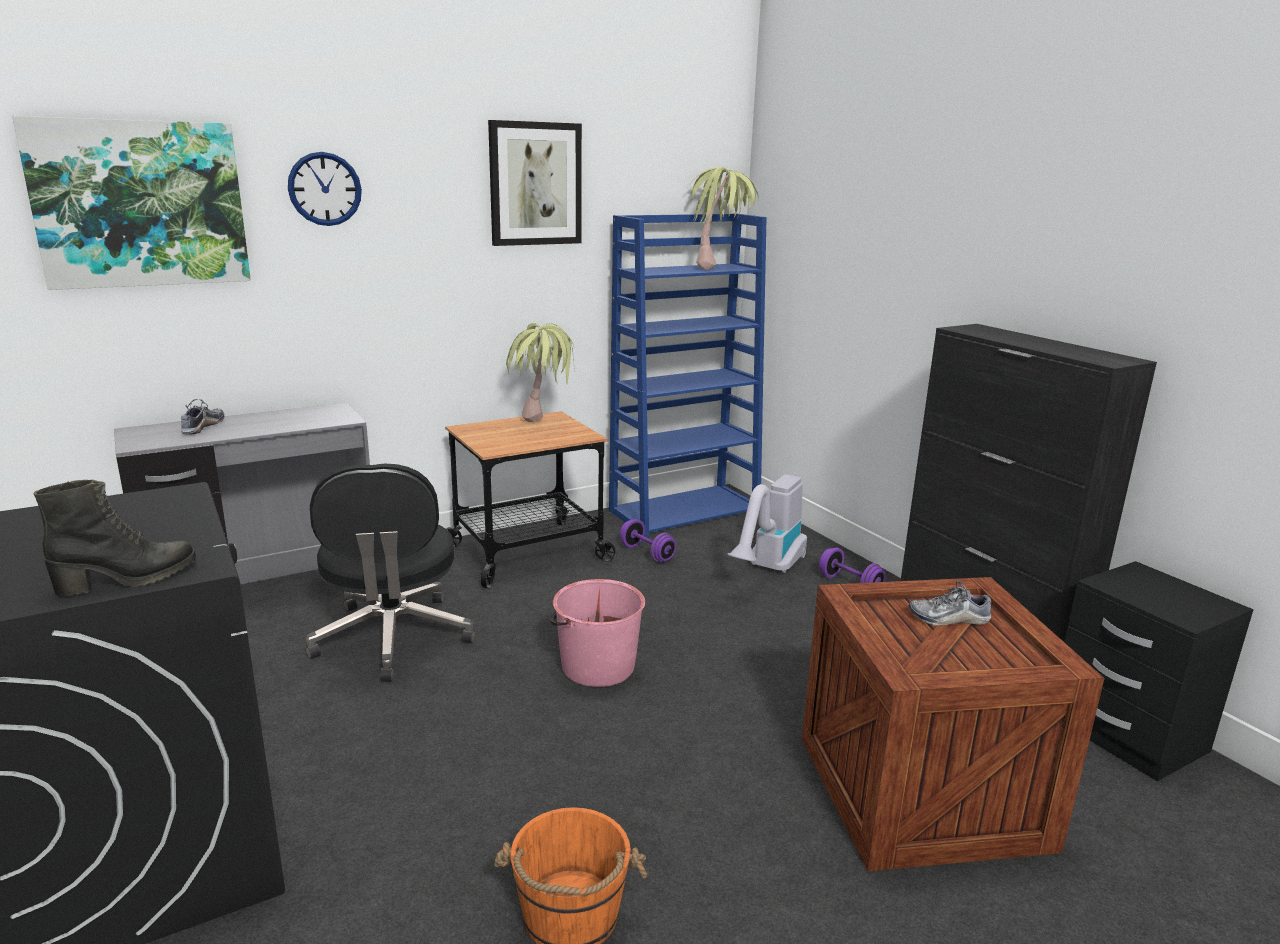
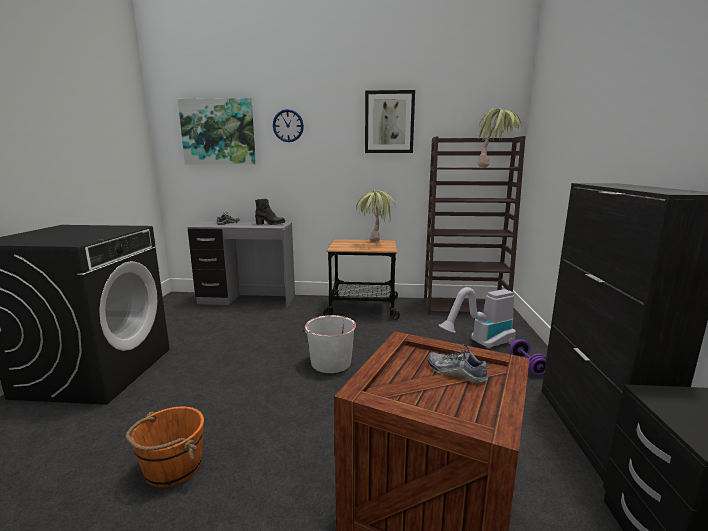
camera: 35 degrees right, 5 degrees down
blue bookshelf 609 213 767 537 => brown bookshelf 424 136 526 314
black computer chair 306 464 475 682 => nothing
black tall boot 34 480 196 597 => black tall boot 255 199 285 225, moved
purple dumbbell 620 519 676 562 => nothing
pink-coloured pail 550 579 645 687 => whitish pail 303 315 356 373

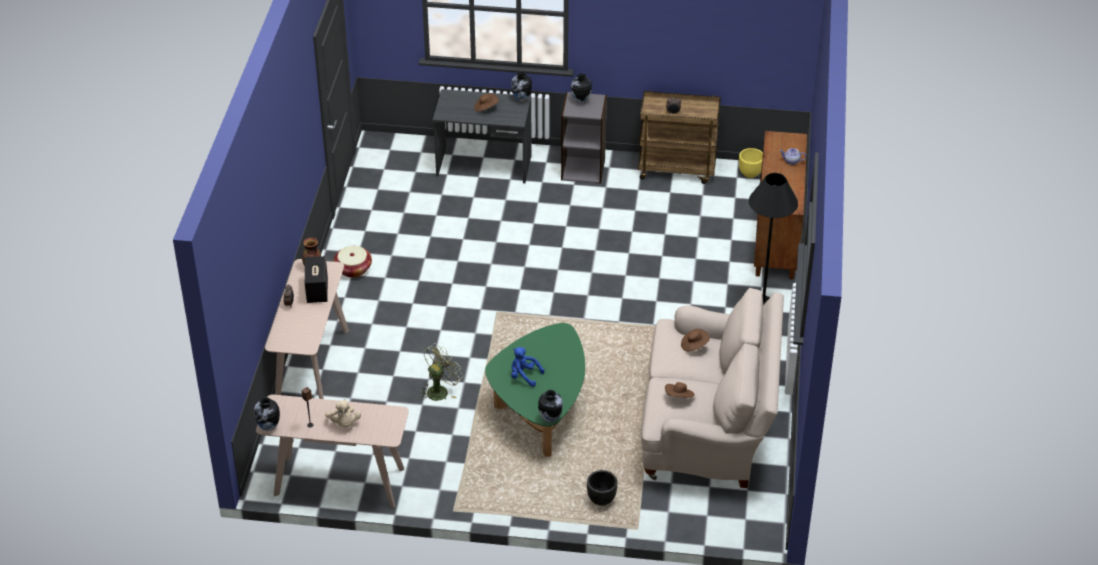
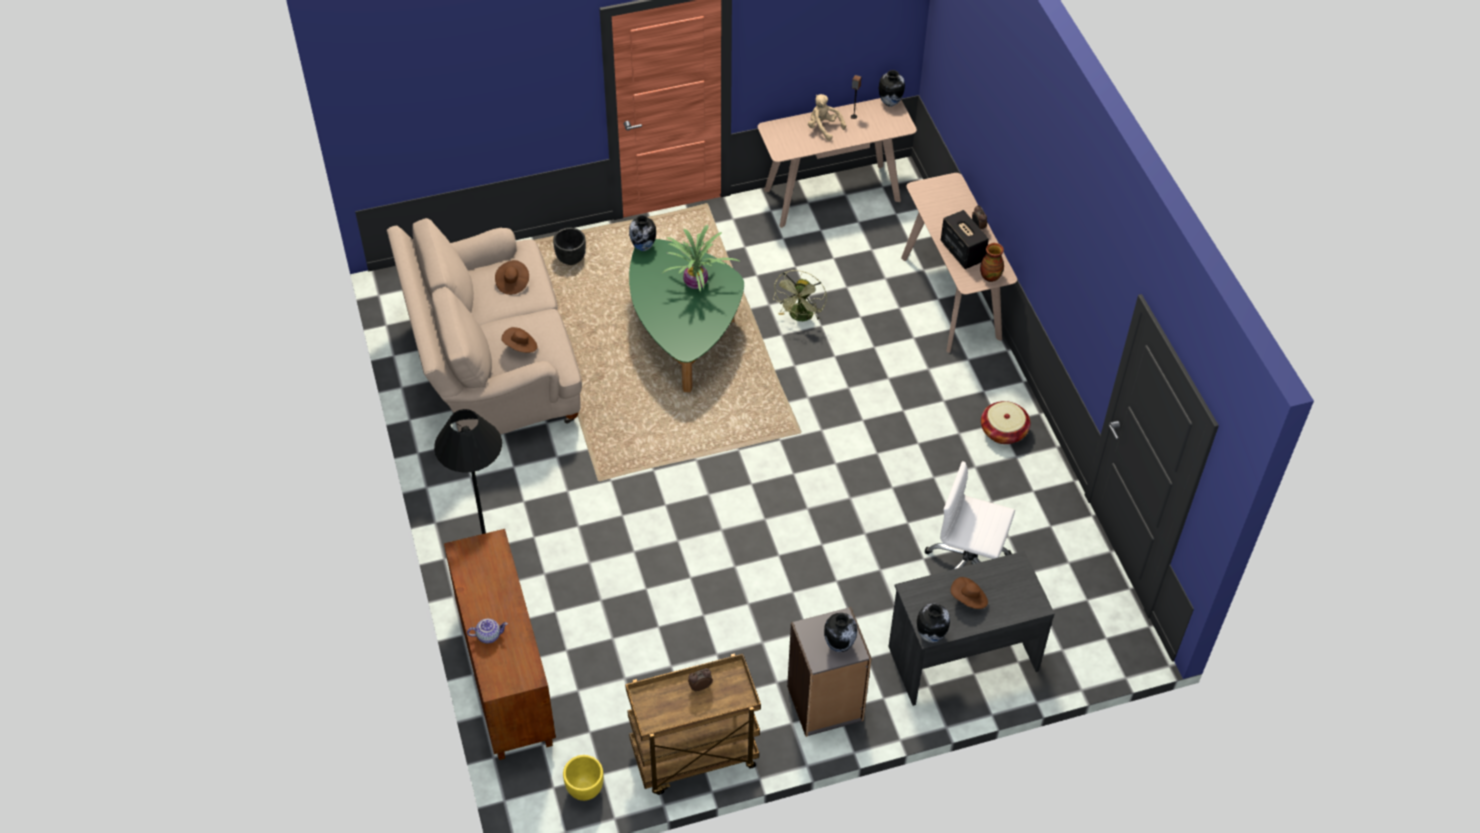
camera: 155 degrees right, 10 degrees up
blue plush toy 511 347 544 387 => houseplant 662 225 741 293
nothing => whitish computer chair 925 461 1015 569

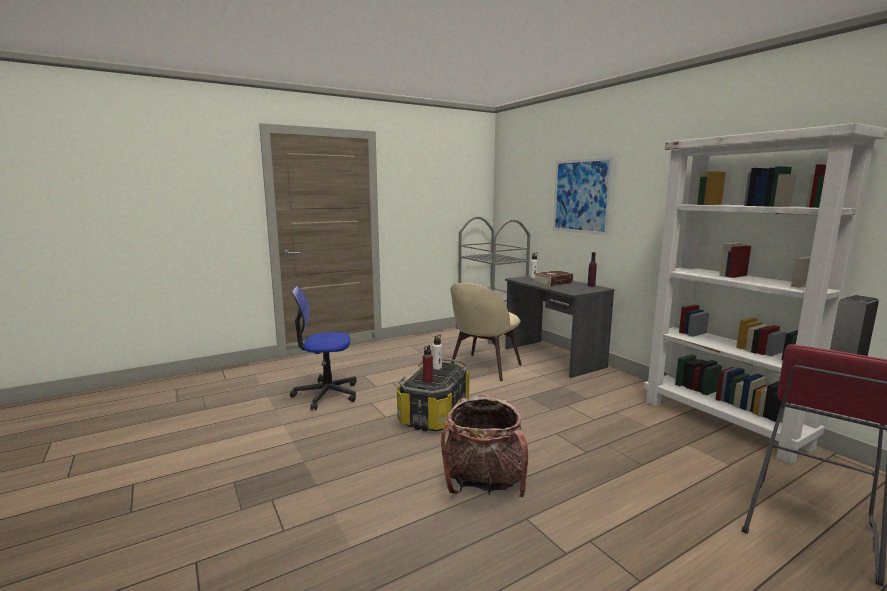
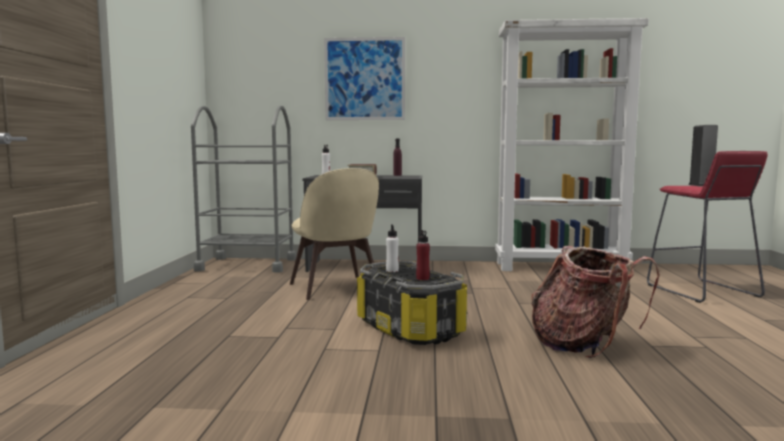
camera: 55 degrees left, 5 degrees down
computer chair 290 286 357 410 => nothing

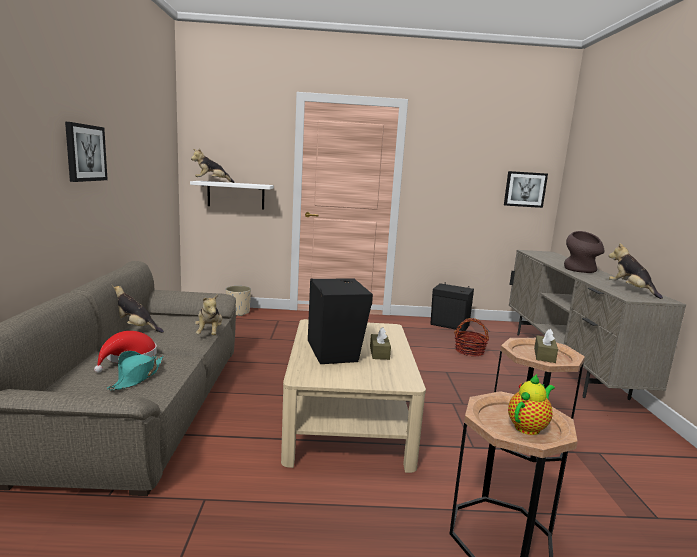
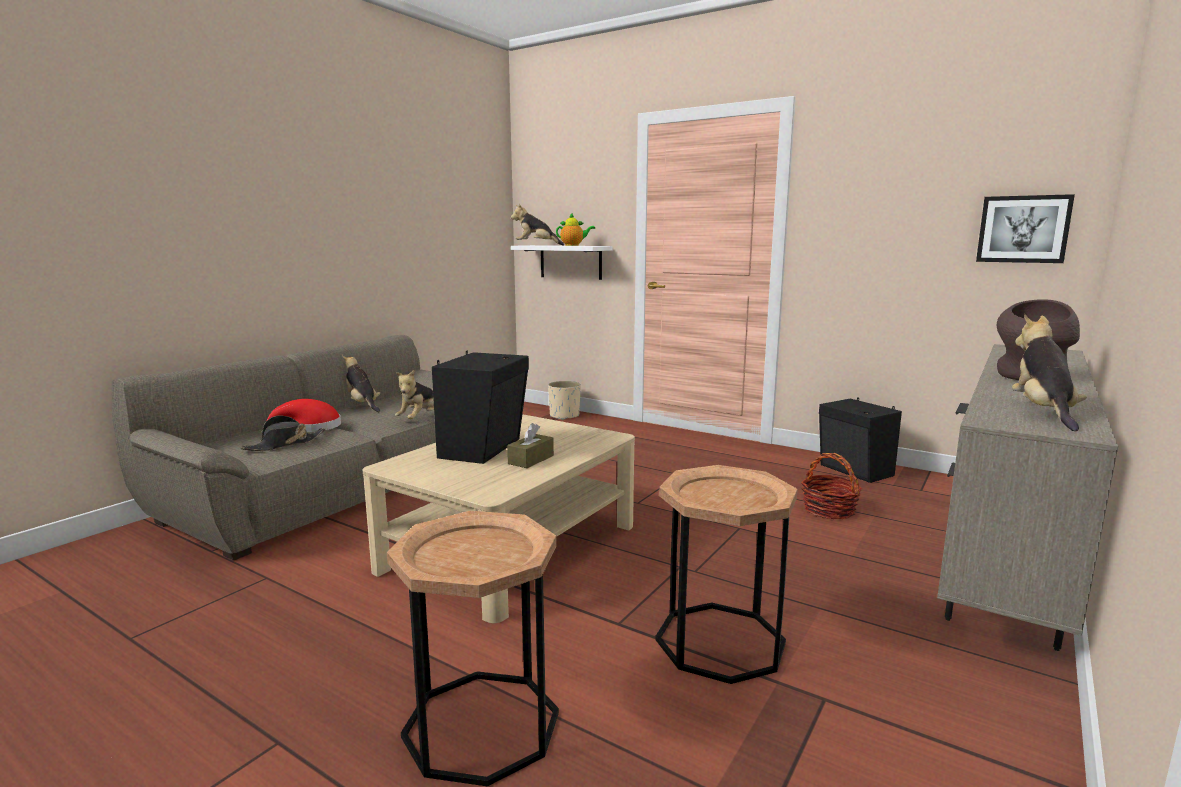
camera: 35 degrees right, 0 degrees up
wall picture 65 122 108 182 => nothing
brown tissue holder 534 329 558 363 => nothing
turquoise-coloured clothing hat 107 351 163 390 => black clothing hat 240 416 325 451
pot for tea 508 374 555 435 => pot for tea 556 213 595 246, moved

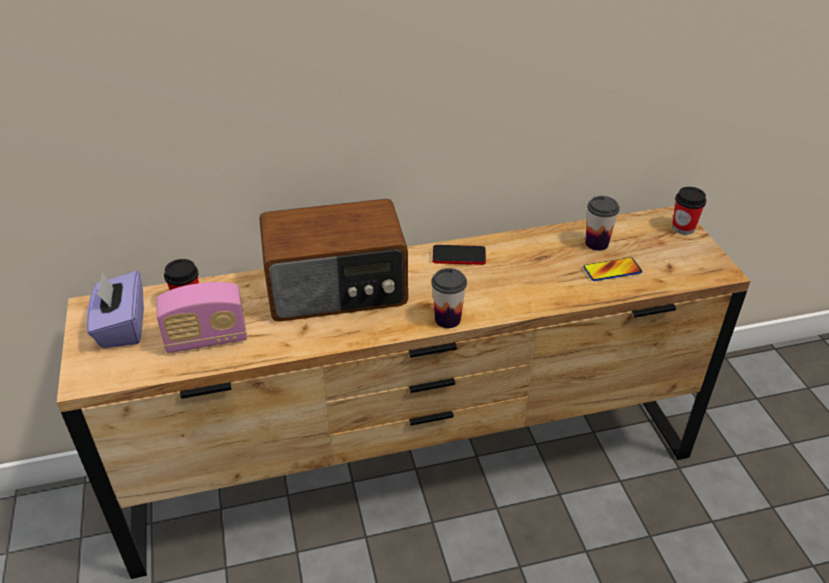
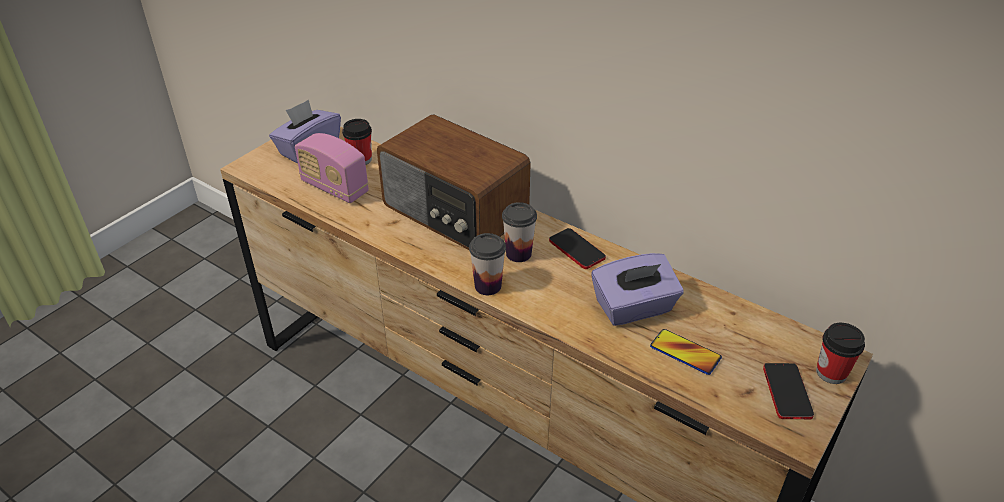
camera: 50 degrees right, 0 degrees up
cup 585 196 620 251 => cup 502 202 537 262, moved
nothing => purple tissue holder 591 253 684 326
nothing => handset 763 363 814 419

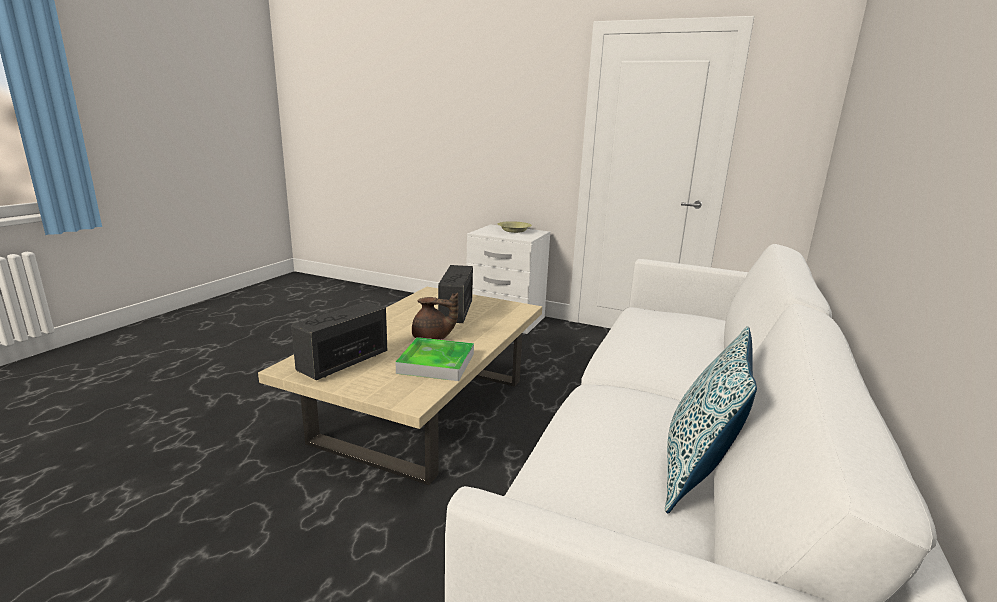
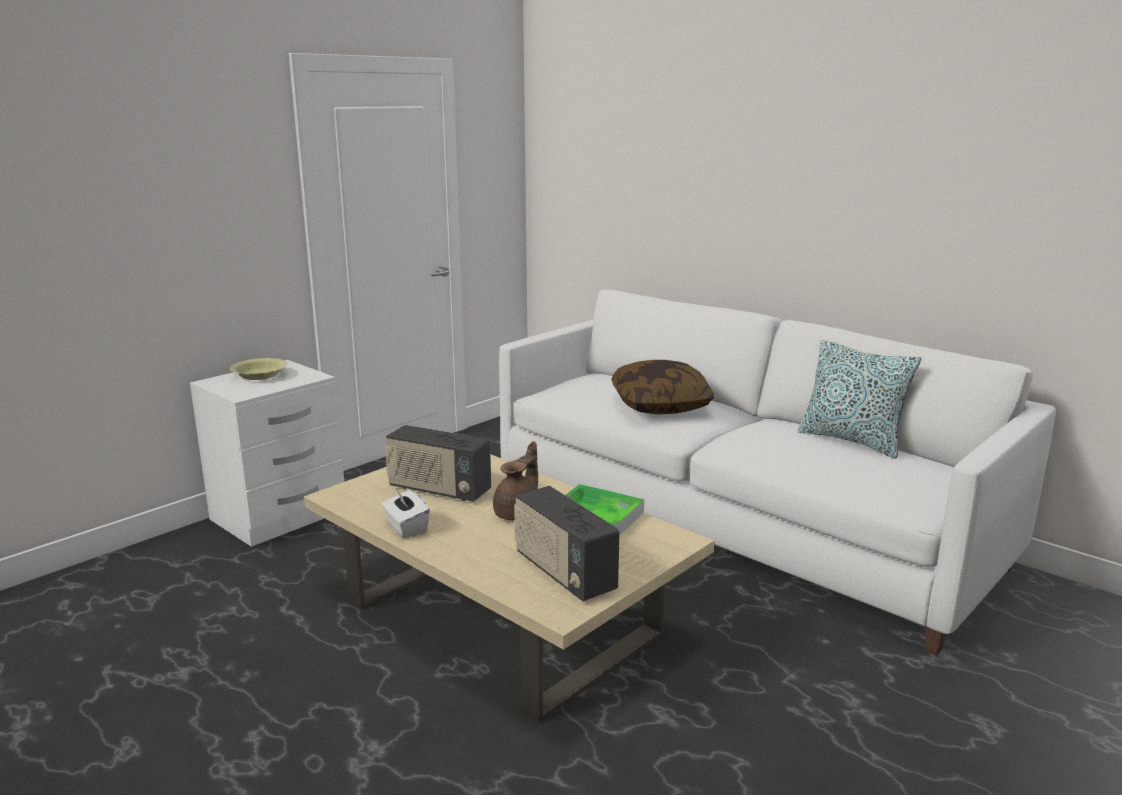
camera: 70 degrees left, 0 degrees up
nothing => pillow 611 360 714 414
nothing => whitish tissue holder 382 489 430 538

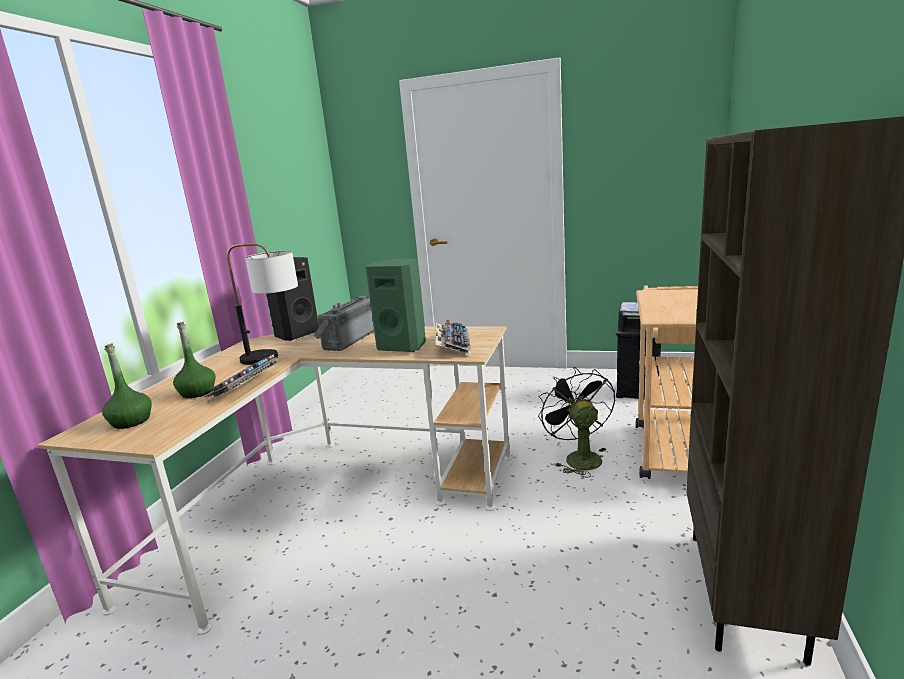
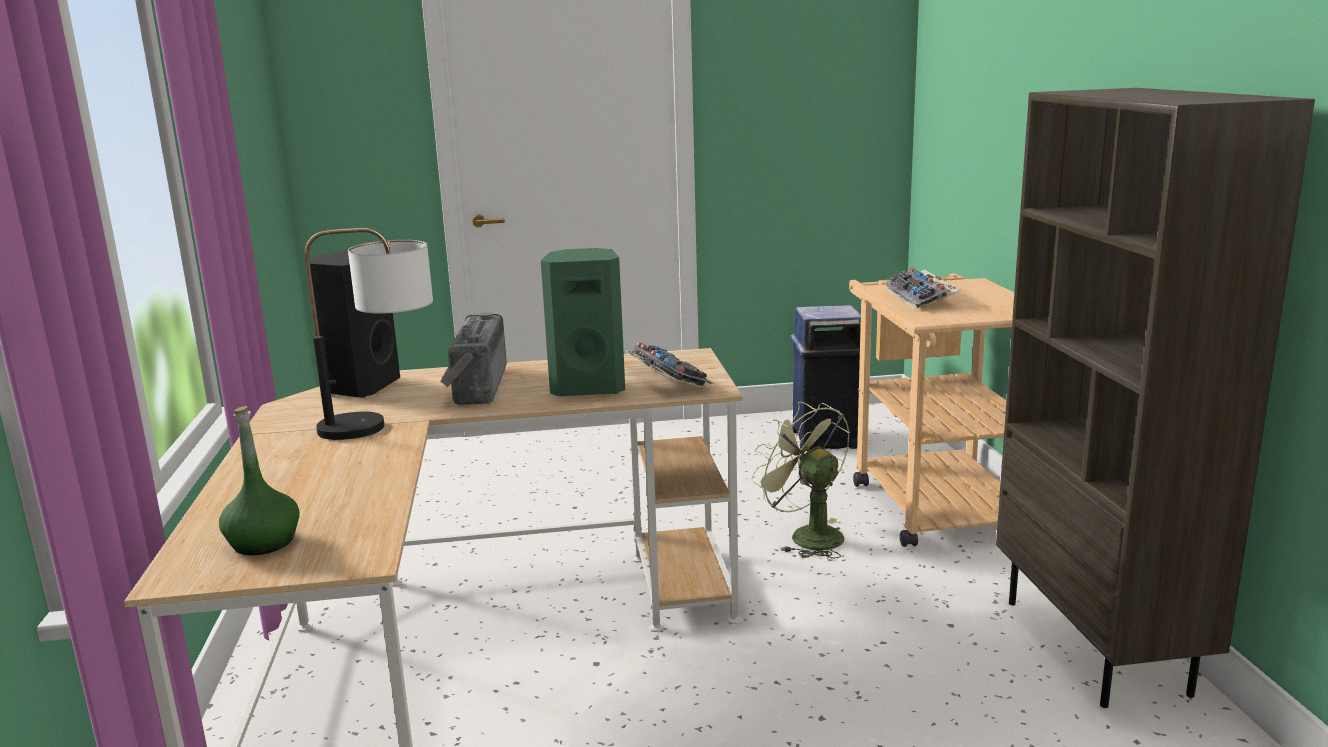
camera: 25 degrees left, 0 degrees up
greenish beverage bottle 173 322 216 398 => nothing
PC keyboard 205 355 287 402 => PC keyboard 885 267 960 311, moved
black electric fan 538 367 615 478 => greenish electric fan 751 402 850 559

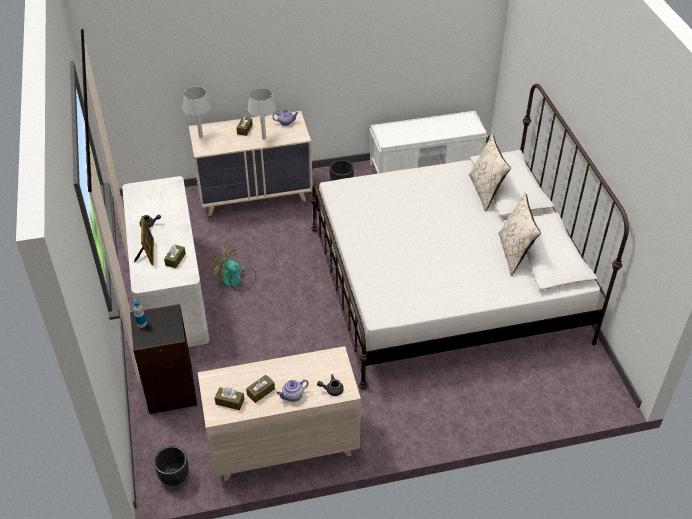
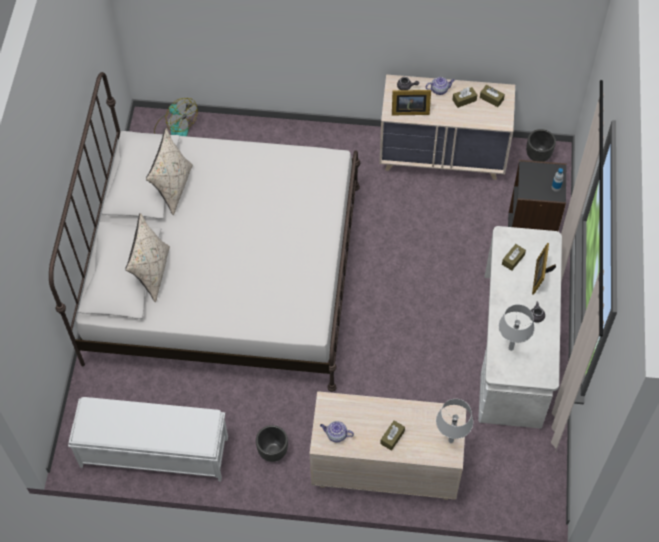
camera: 160 degrees left, 15 degrees up
gray lamp for a table 248 88 276 140 => gray lamp for a table 499 304 534 351, moved
electric fan 211 245 256 291 => electric fan 154 98 198 136, moved
nothing => picture frame 392 90 431 115

